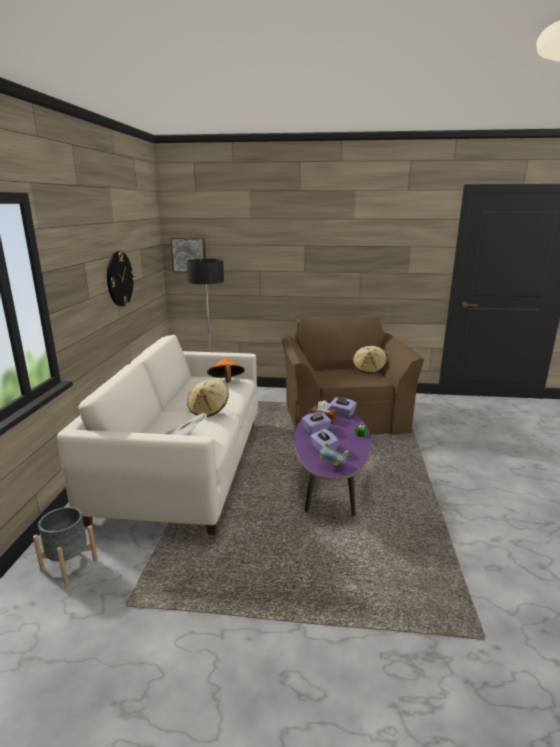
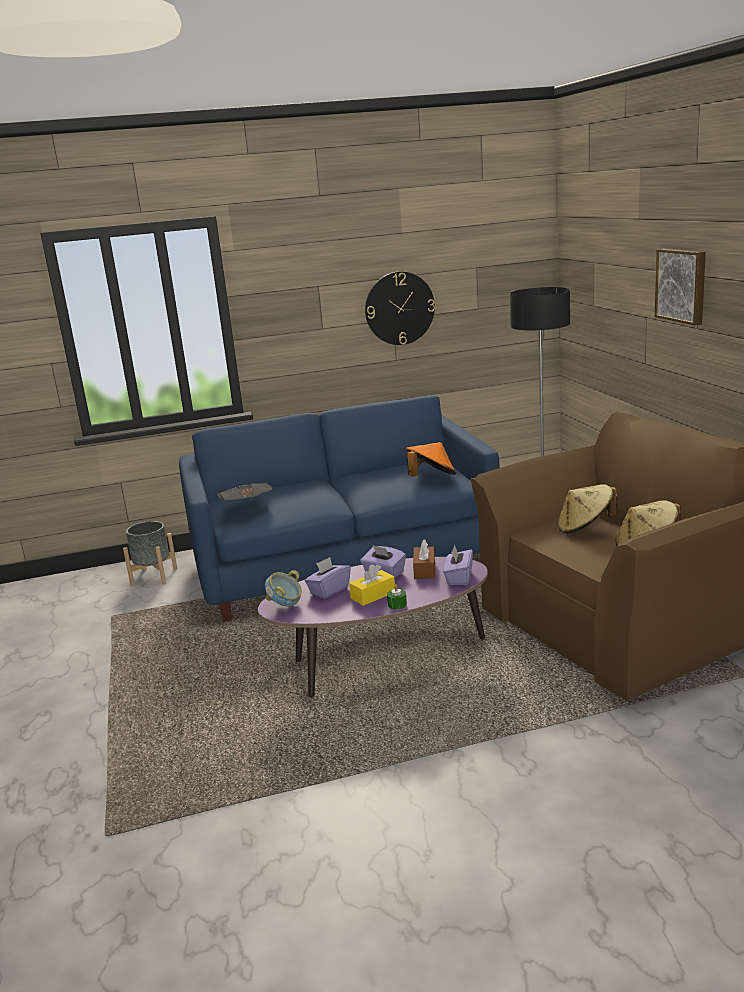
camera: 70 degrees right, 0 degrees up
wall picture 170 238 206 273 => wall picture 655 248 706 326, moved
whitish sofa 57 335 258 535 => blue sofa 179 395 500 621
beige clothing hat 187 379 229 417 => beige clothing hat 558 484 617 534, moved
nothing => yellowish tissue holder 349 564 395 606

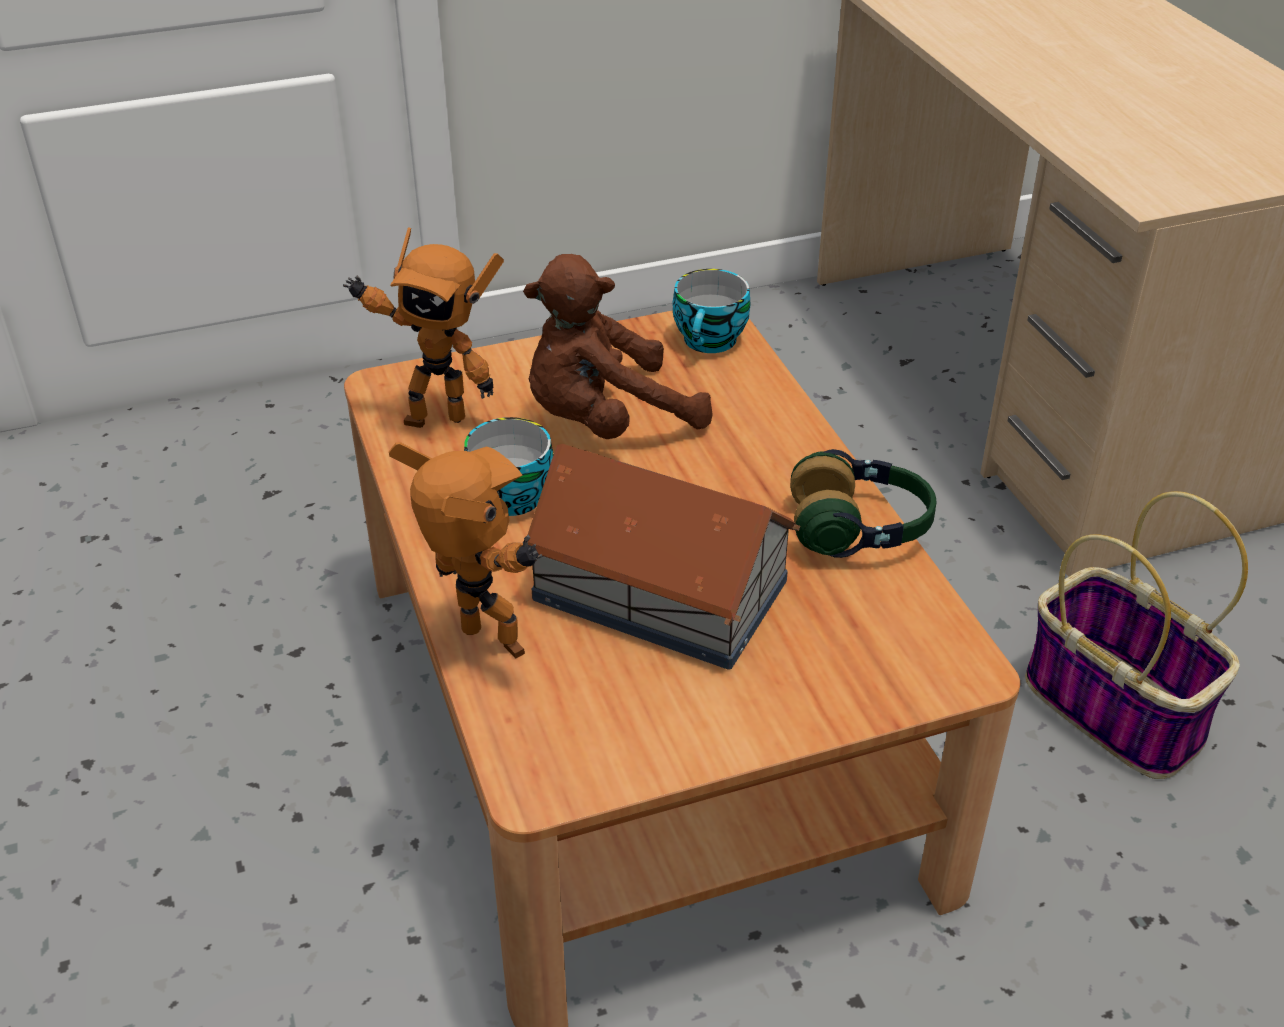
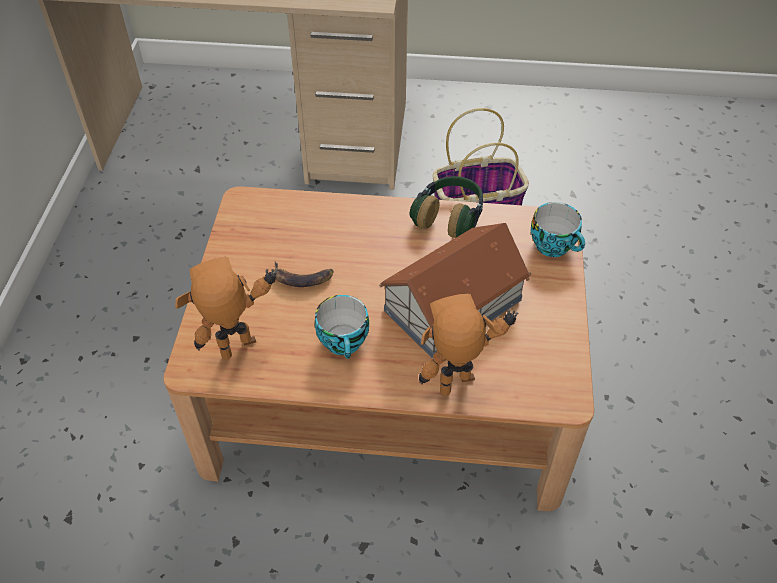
camera: 65 degrees left, 10 degrees up
model robot 343 227 504 428 => model robot 175 257 278 360, 150 degrees counterclockwise
brown plush toy 523 254 713 439 => banana fruit 273 261 334 287
cup 673 269 751 353 => cup 531 202 585 257, moved

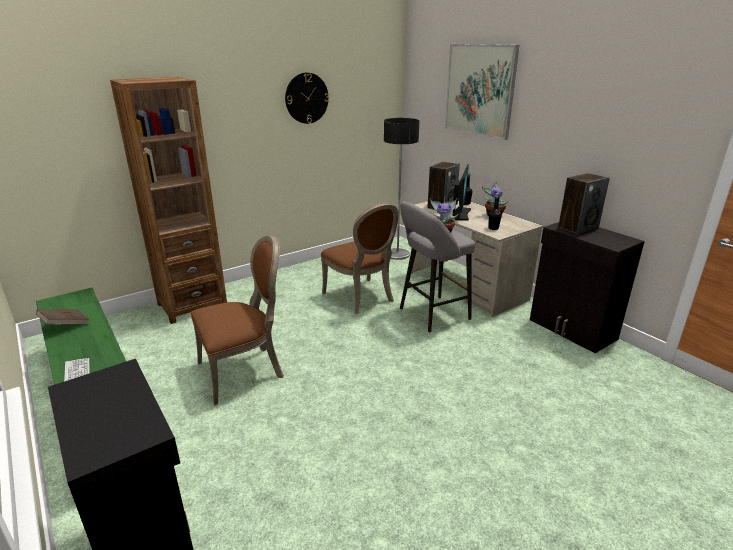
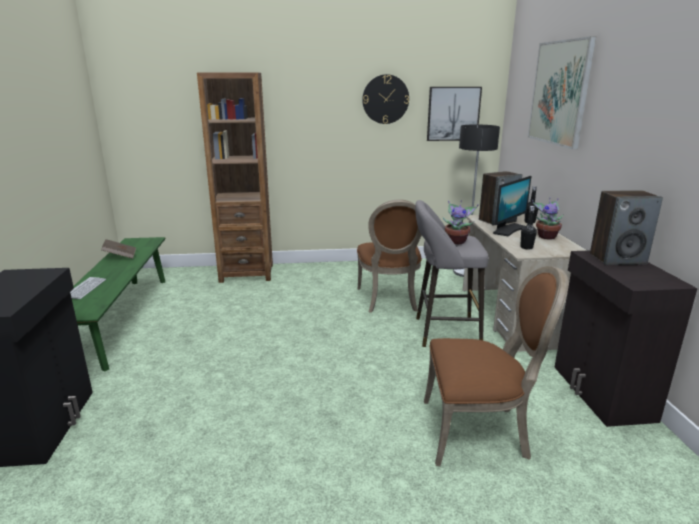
camera: 30 degrees right, 5 degrees down
brown chair 191 236 284 405 => brown chair 424 266 569 466, moved
nothing => wall picture 427 87 482 141

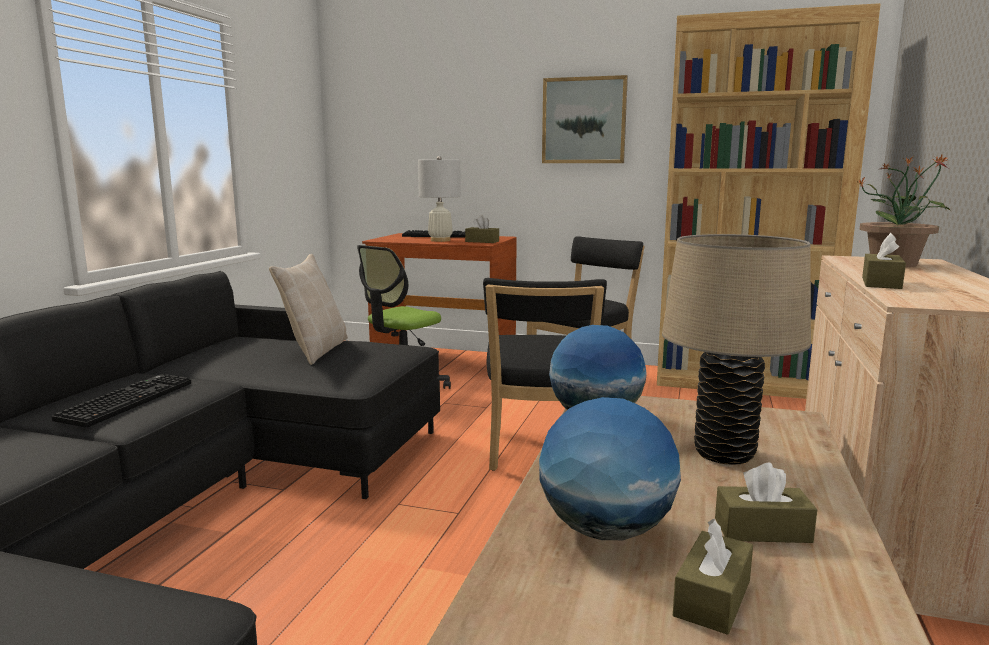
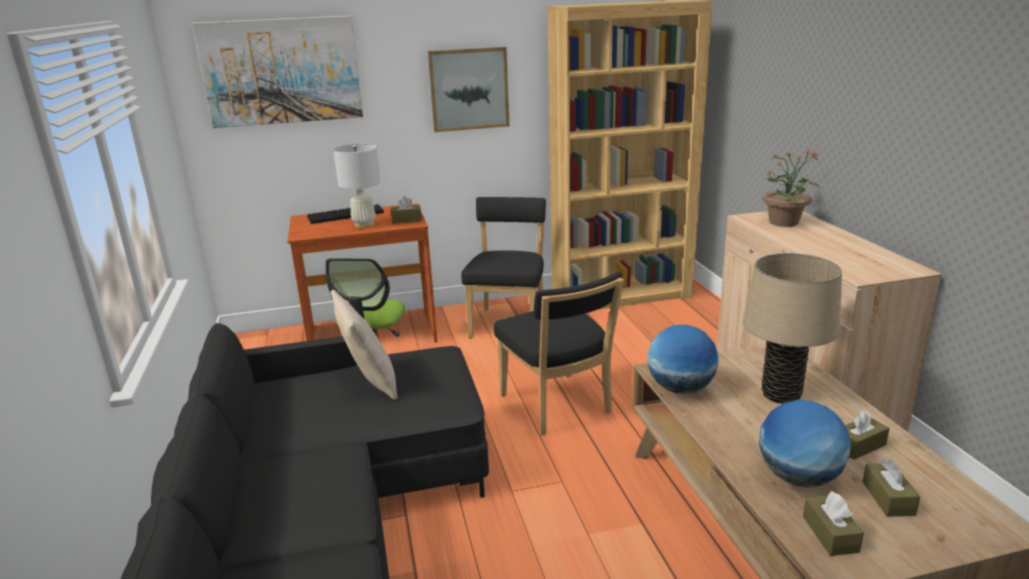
camera: 30 degrees left, 10 degrees up
brown tissue holder 862 233 906 289 => brown tissue holder 803 491 864 556, moved
PC keyboard 52 374 191 428 => nothing
nothing => wall picture 192 16 363 128

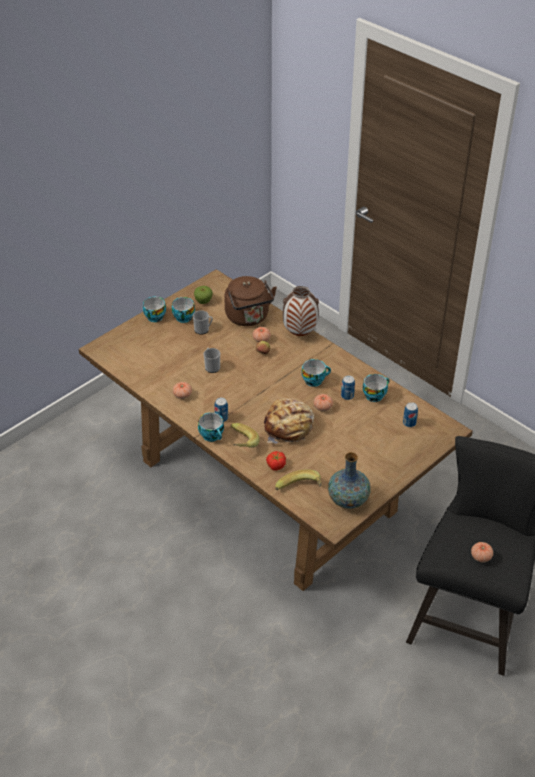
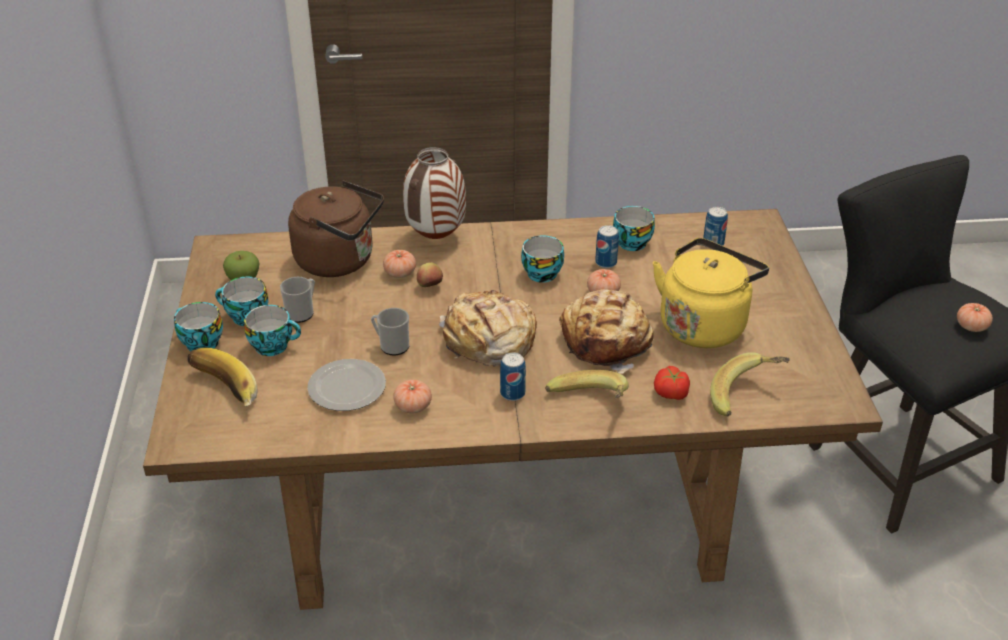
camera: 50 degrees left, 5 degrees down
cup 198 412 224 442 => cup 244 305 301 356, moved
decorative vase 328 452 371 509 => nothing
nothing => yellowish water kettle 653 238 769 348
nothing => bread 439 290 537 366
nothing => banana fruit 187 347 258 407
nothing => plate 307 359 386 411

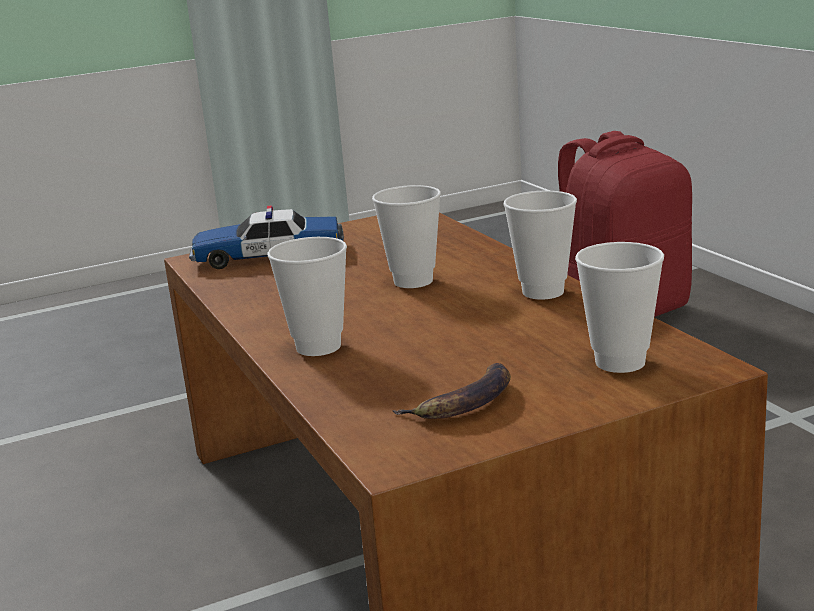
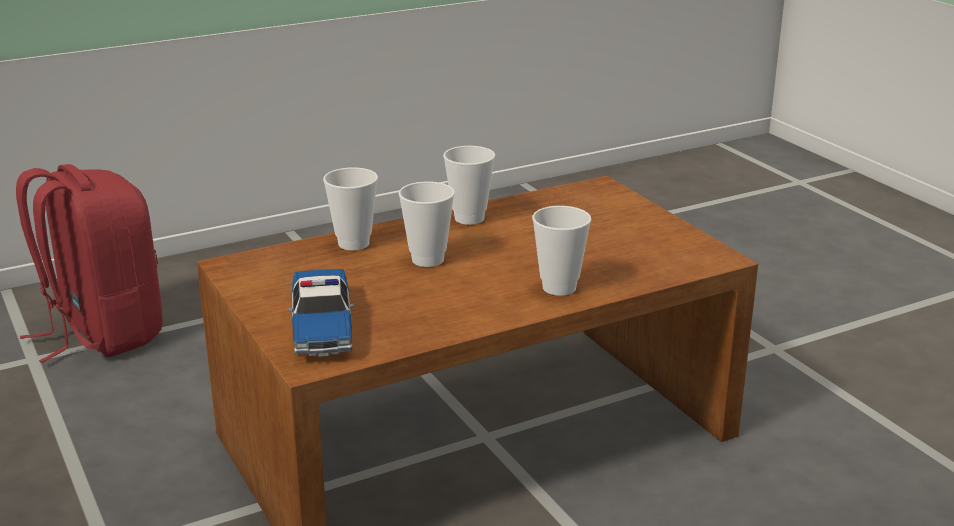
camera: 95 degrees left, 5 degrees up
cup 575 242 664 373 => cup 323 167 378 250, moved
banana fruit 392 363 511 419 => nothing

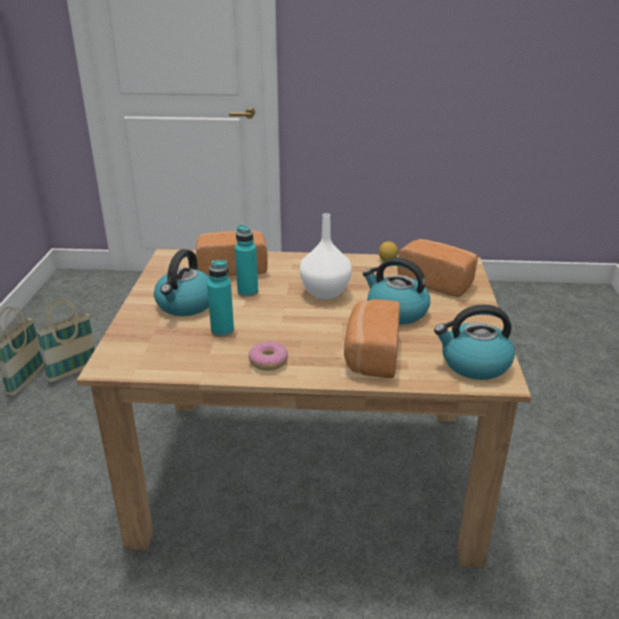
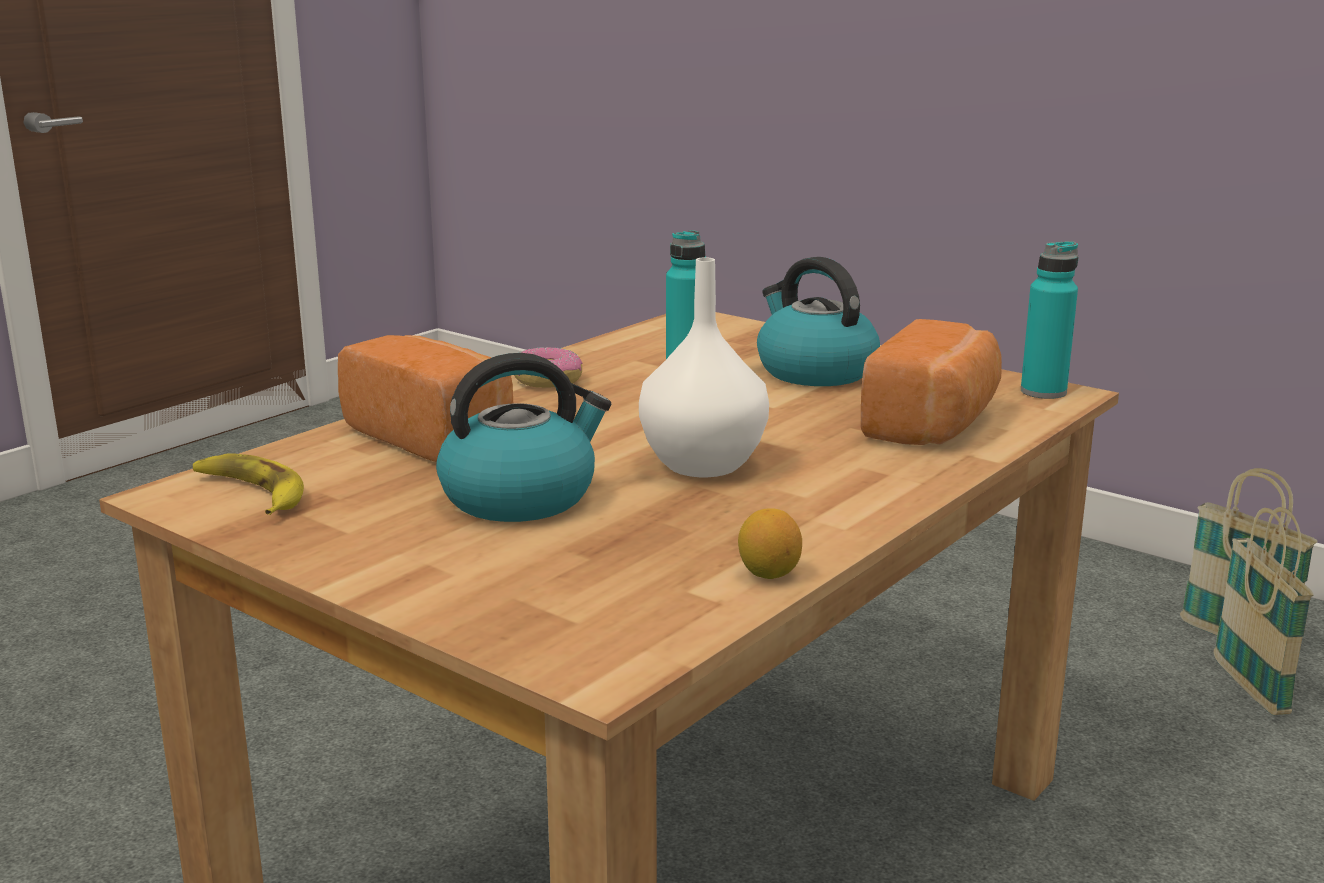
camera: 125 degrees right, 10 degrees down
turquoise-coloured beverage bottle 235 225 258 297 => turquoise-coloured beverage bottle 1021 241 1078 399, moved
bread 397 239 478 297 => nothing
water kettle 434 304 515 380 => banana fruit 193 453 304 515

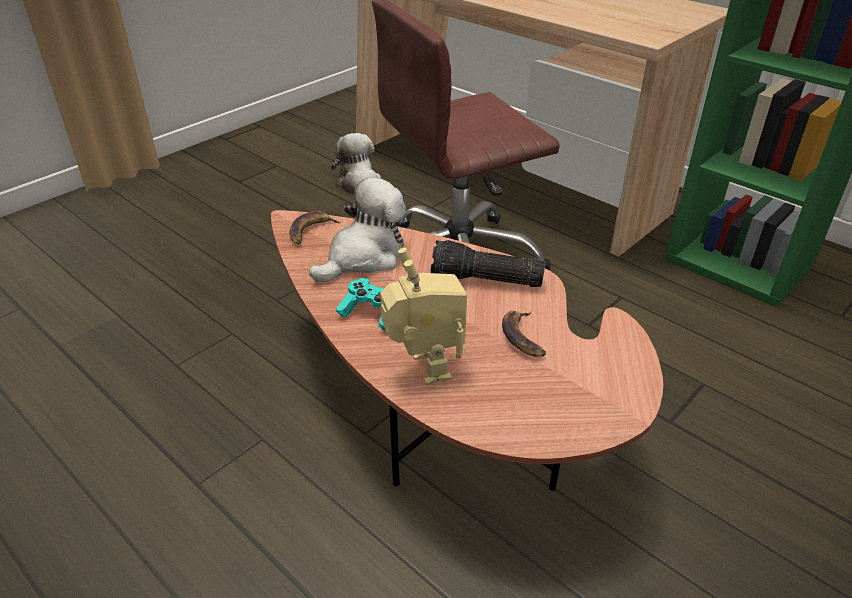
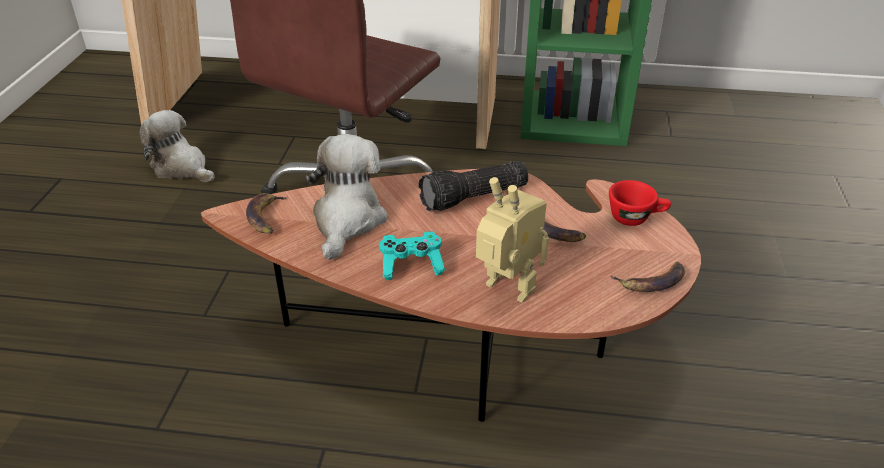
camera: 35 degrees left, 0 degrees up
nothing => red cup 609 180 671 226
nothing => banana fruit 610 262 685 292

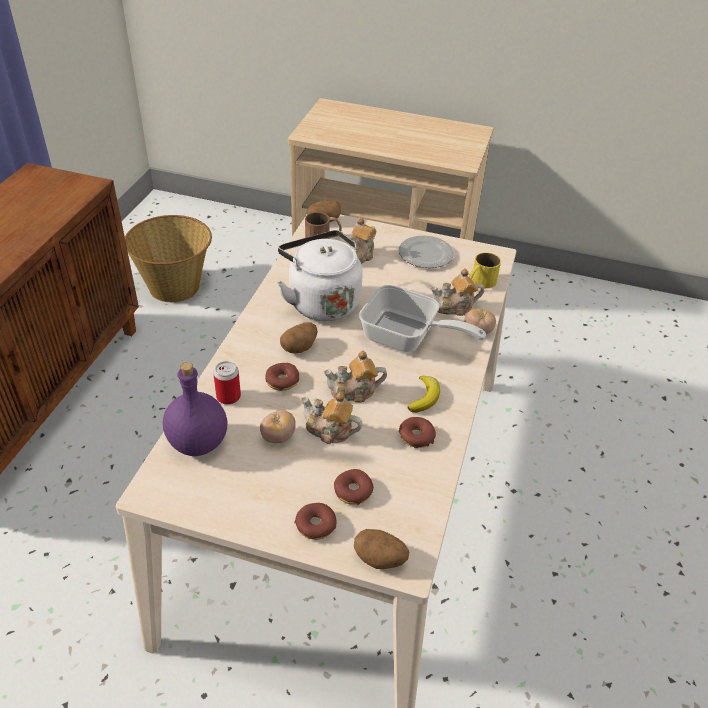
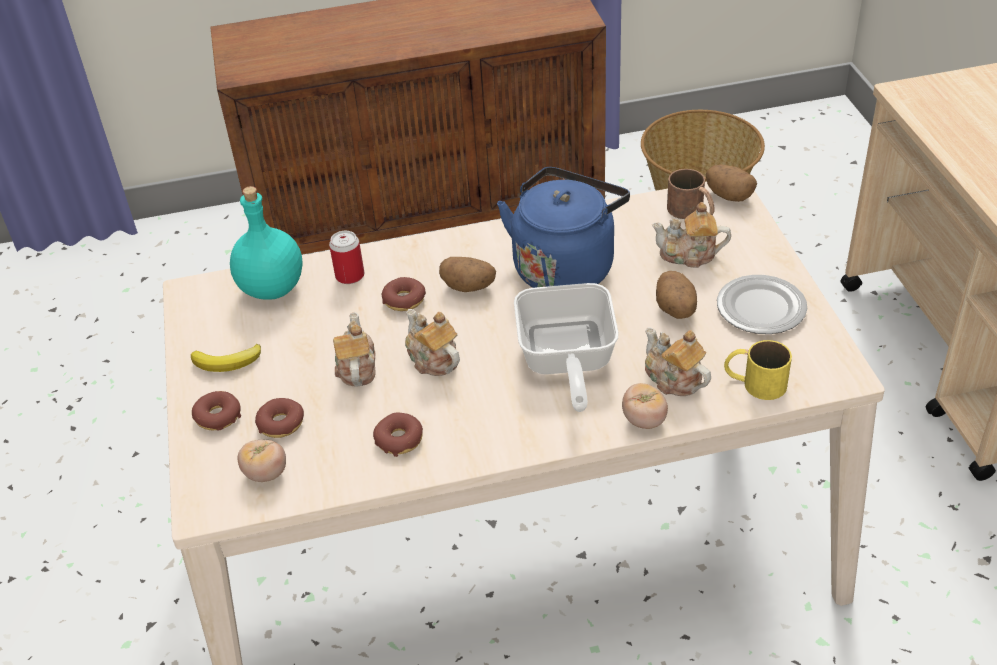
camera: 65 degrees right, 0 degrees up
whitish water kettle 277 230 363 321 => blue water kettle 497 167 630 288
purple beverage bottle 163 362 227 456 => turquoise-coloured beverage bottle 230 186 303 300
banana fruit 408 376 440 413 => banana fruit 191 344 261 372, moved
fresh tomato 260 410 296 443 => fresh tomato 237 440 286 482, moved
spud 354 529 409 569 => spud 656 271 697 319, moved

